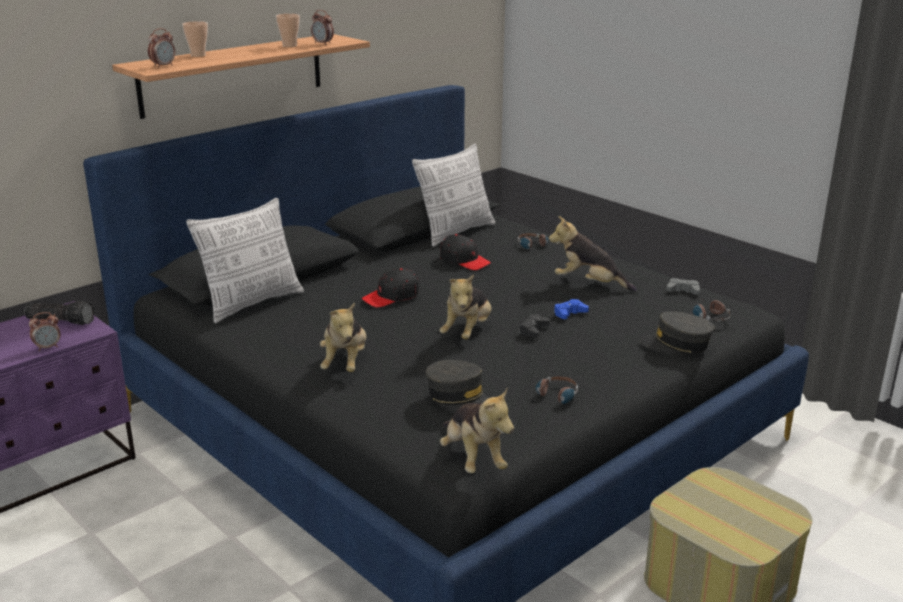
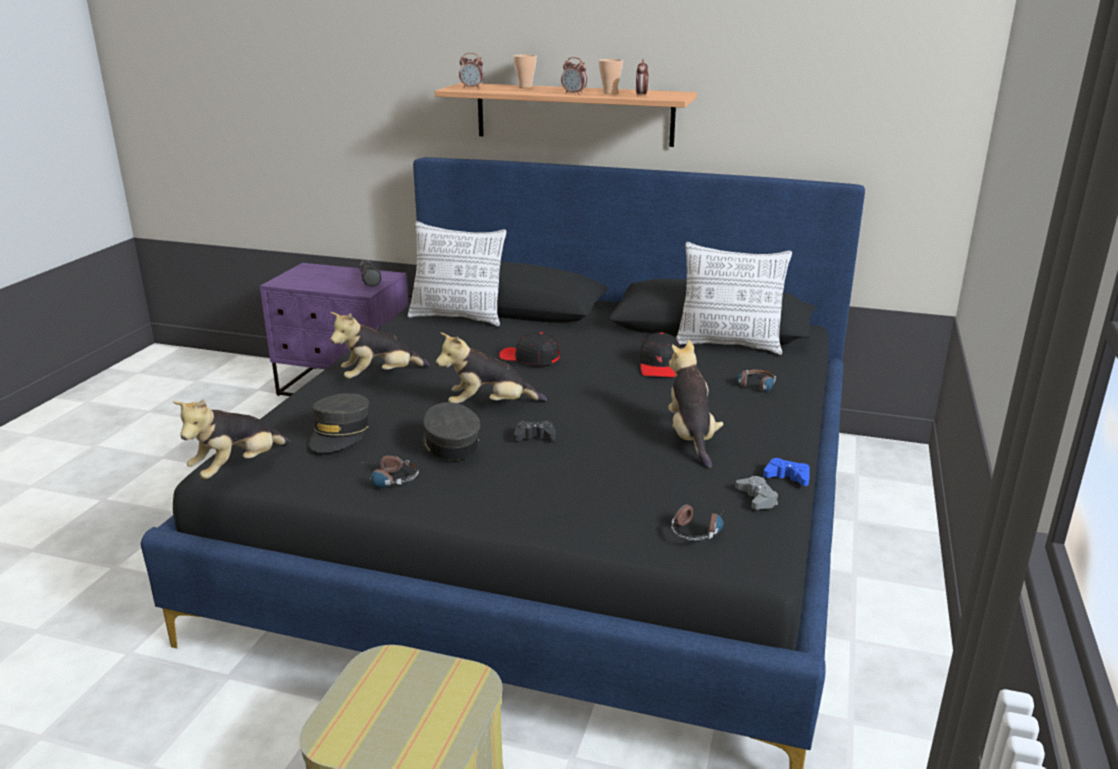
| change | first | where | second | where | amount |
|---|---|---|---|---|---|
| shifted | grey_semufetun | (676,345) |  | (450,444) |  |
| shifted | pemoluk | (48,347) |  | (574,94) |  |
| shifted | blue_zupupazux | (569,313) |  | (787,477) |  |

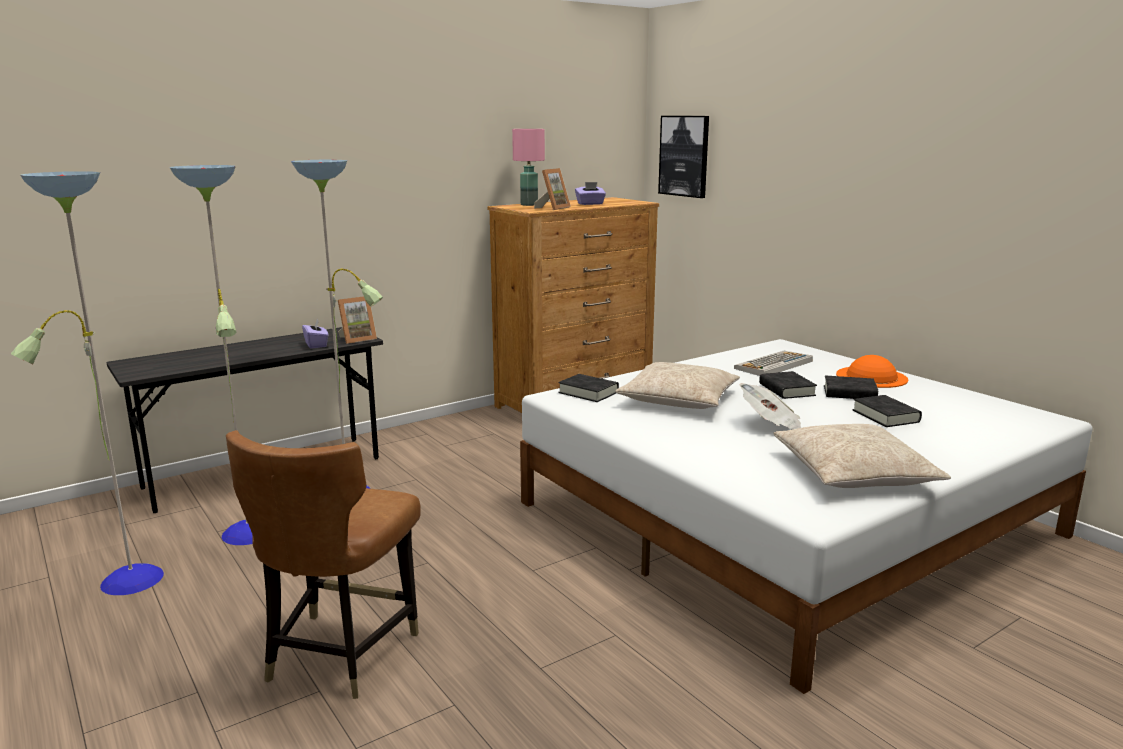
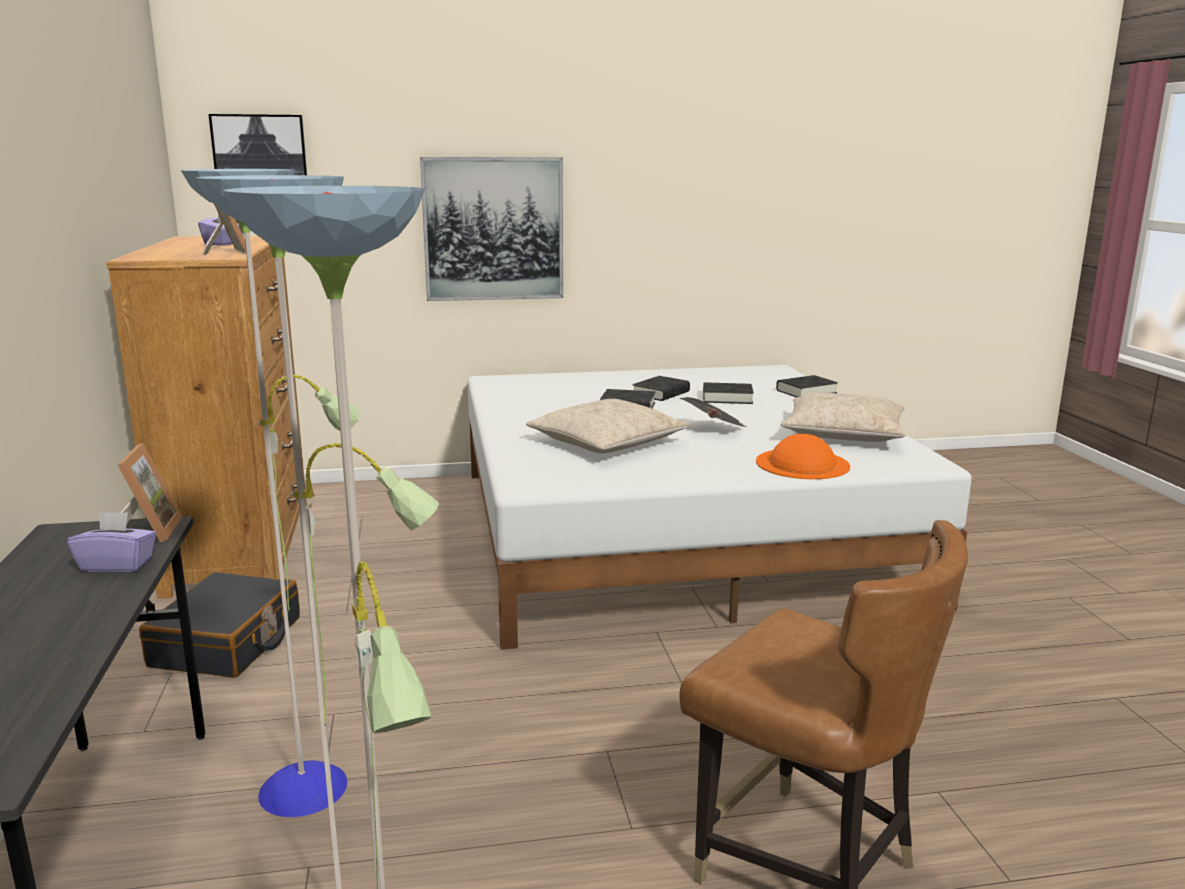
| change | first | where | second | where | amount |
|---|---|---|---|---|---|
| new |  |  | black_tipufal | (227,643) |  |
| new |  |  | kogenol | (493,229) |  |
| shifted | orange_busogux | (871,377) |  | (802,464) |  |
| shifted | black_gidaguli | (588,392) |  | (806,392) |  |
| gone | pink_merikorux | (529,205) |  |  |  |
| gone | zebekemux | (773,365) |  |  |  |

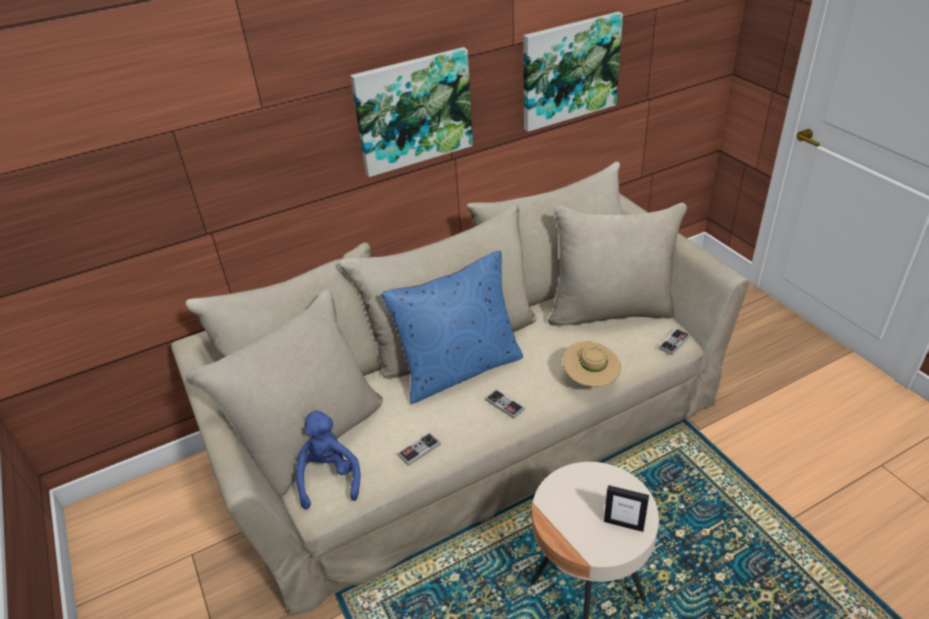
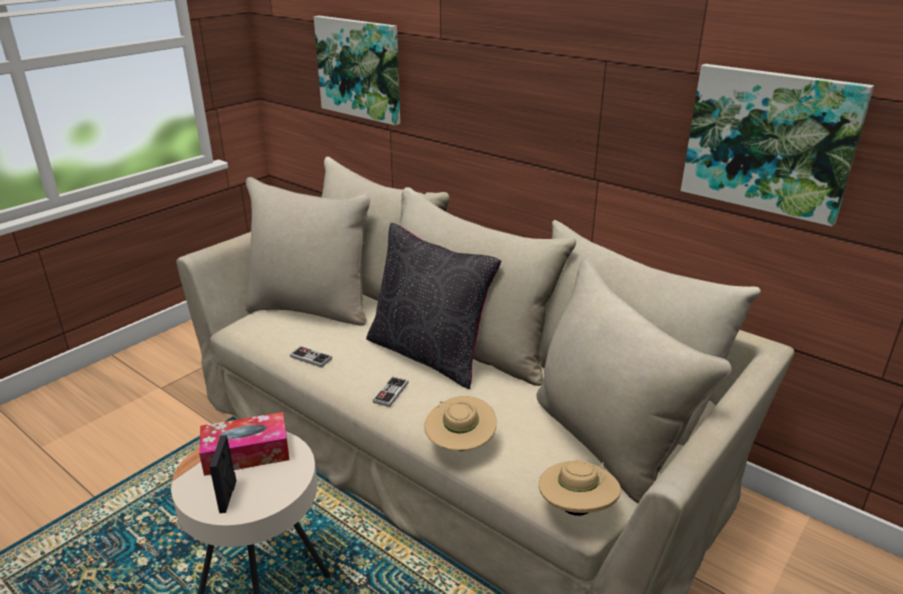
| change | first | where | second | where | amount |
|---|---|---|---|---|---|
| new |  |  | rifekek | (246,453) |  |
| shifted | kogenol | (413,111) |  | (360,69) |  |
| repainted | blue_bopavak | (459,369) | black_bopavak | (429,354) |  |
| swapped | zupupazux | (674,342) | beige_busogux | (576,508) |  |
| gone | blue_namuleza | (327,477) |  |  |  |

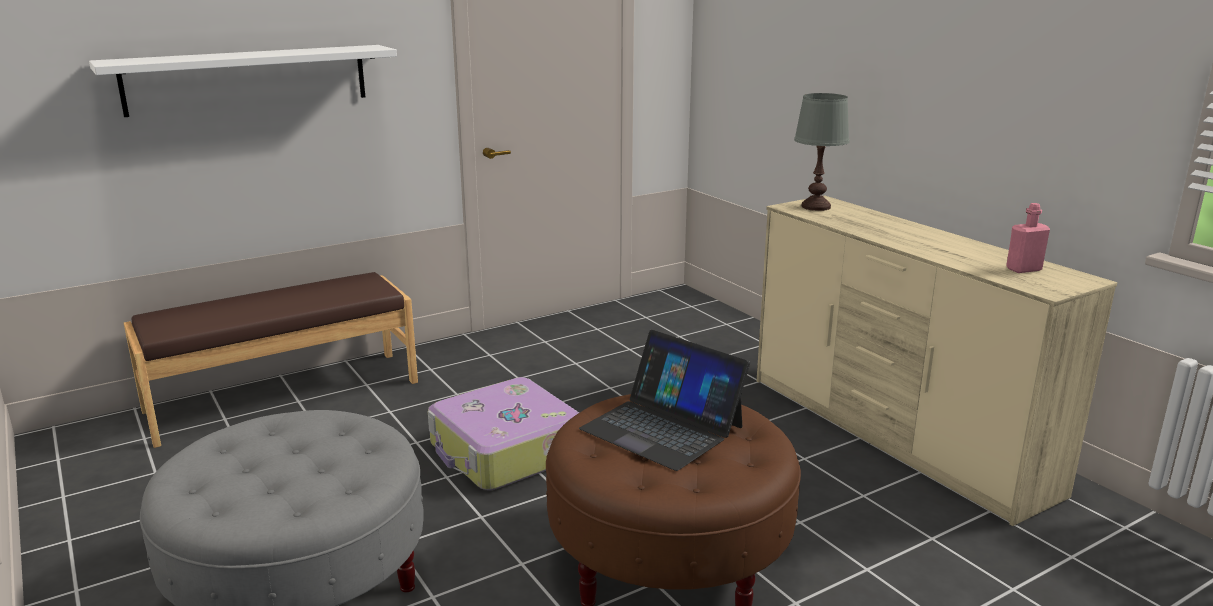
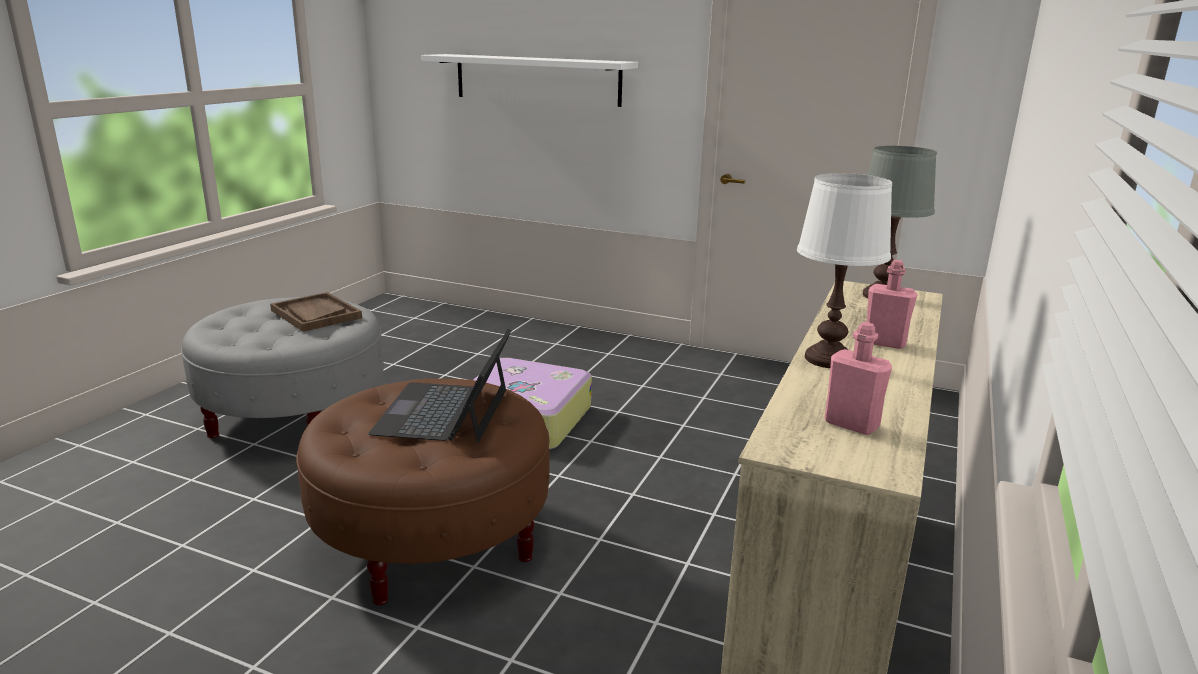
| change | first | where | second | where | amount |
|---|---|---|---|---|---|
| new |  |  | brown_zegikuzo | (315,314) |  |
| new |  |  | white_merikorux | (828,359) |  |
| new |  |  | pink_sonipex | (884,343) |  |
| gone | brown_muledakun | (283,395) |  |  |  |

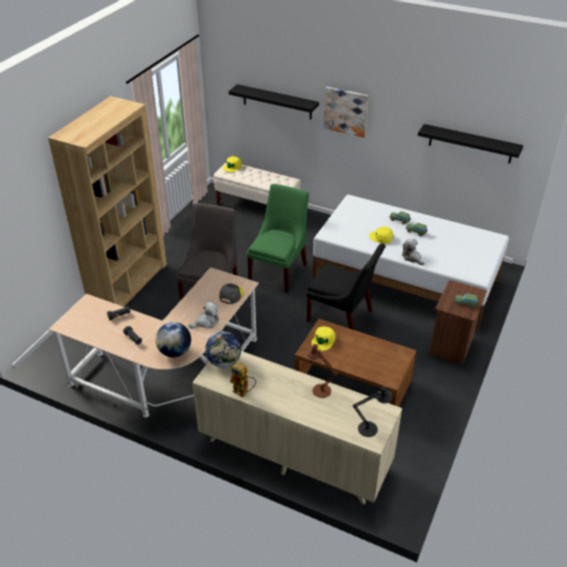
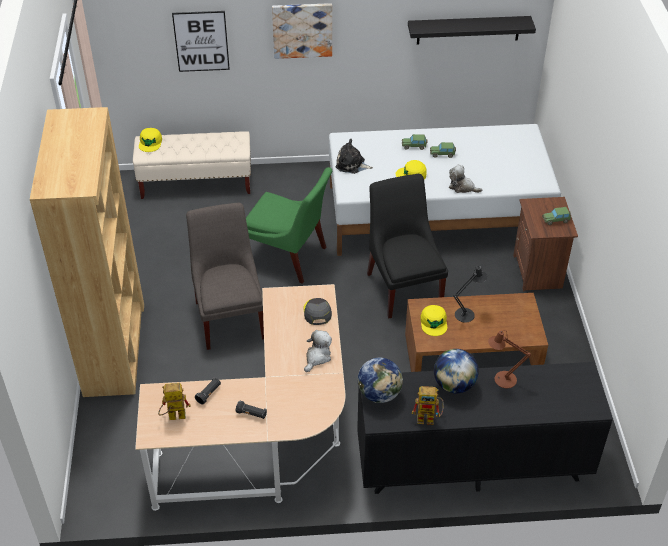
| change | first | where | second | where | amount |
|---|---|---|---|---|---|
| new |  |  | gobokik | (173,417) |  |
| swapped | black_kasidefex | (277,102) | kogenol | (201,41) |  |
| rotated | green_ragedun | (279,270) |  | (289,257) | 120 degrees clockwise |
| new |  |  | namuleza | (352,165) |  |
| repainted | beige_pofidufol | (293,453) | black_pofidufol | (472,463) |  |
| rotated | black_ragedun | (342,317) |  | (404,286) | 105 degrees counterclockwise |
| shifted | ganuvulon | (175,352) |  | (454,385) |  |
| shifted | black_merikorux | (370,429) |  | (467,313) |  |

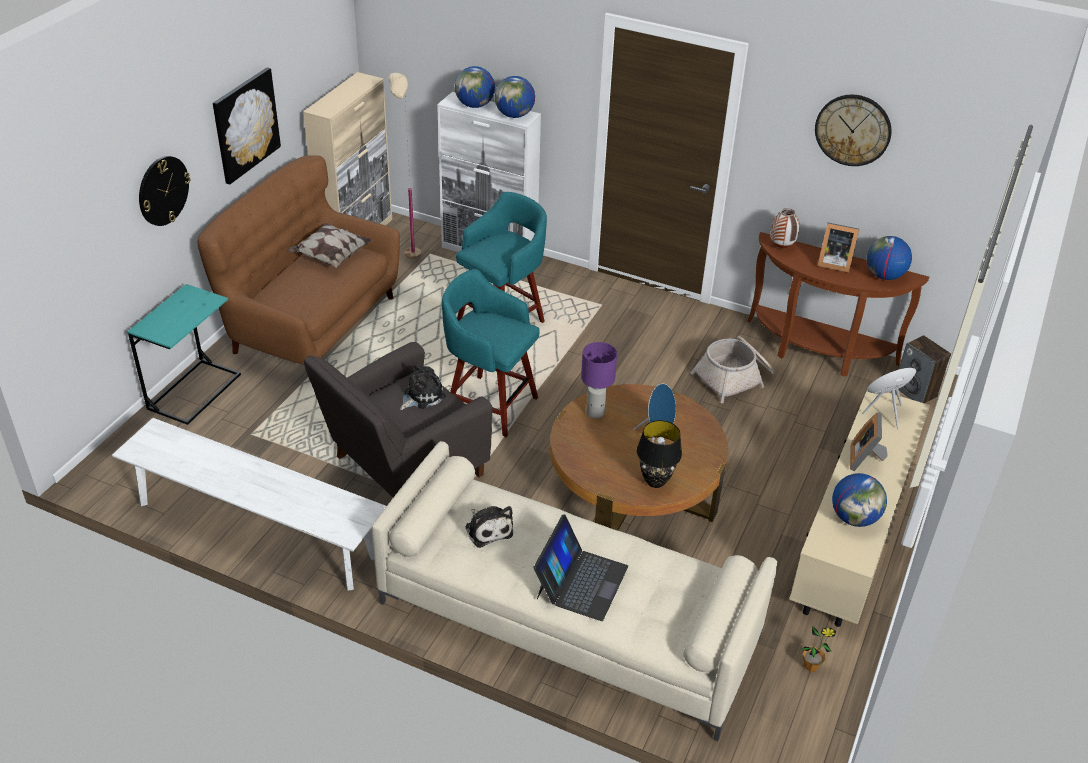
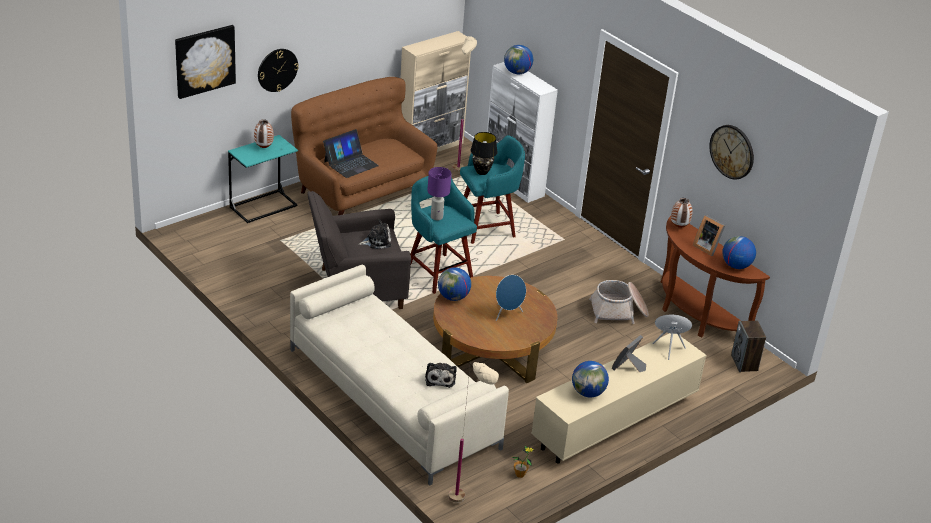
| change | first | where | second | where | amount |
|---|---|---|---|---|---|
| shifted | kogenol | (245,125) |  | (204,60) |  |
| new |  |  | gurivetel | (264,148) |  |
| shifted | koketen | (581,581) |  | (350,163) |  |
| shifted | namuleza | (488,529) |  | (440,378) |  |
| shifted | purple_merikorux | (595,412) |  | (437,217) |  |
| shifted | ganuvulon | (514,115) |  | (453,297) |  |
| new |  |  | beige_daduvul | (465,508) |  |
| shifted | black_merikorux | (655,481) |  | (482,172) |  |
| gone | white_muledakun | (256,530) |  |  |  |
| gone | bopavak | (330,257) |  |  |  |

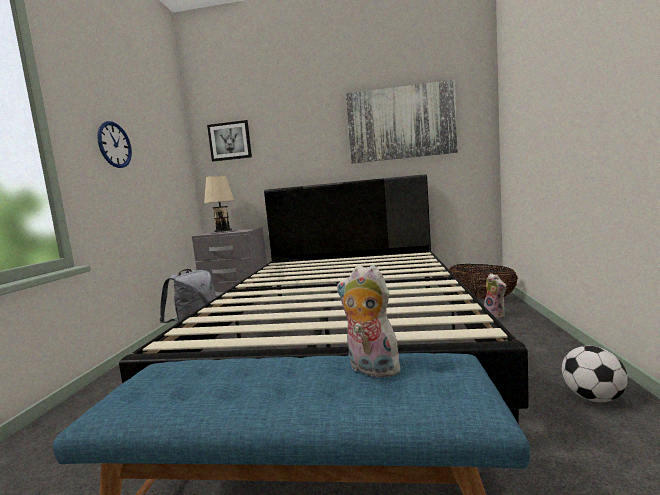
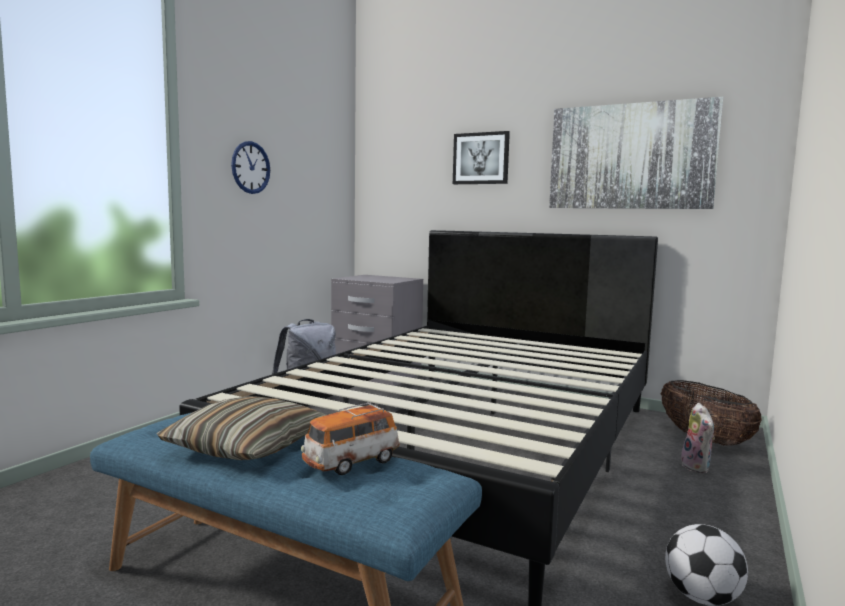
| change | first | where | second | where | amount |
|---|---|---|---|---|---|
| new |  |  | bopavak | (247,446) |  |
| swapped | namuleza | (370,369) | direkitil | (351,462) |  |
| shifted | kogenol | (230,141) |  | (481,158) |  |
| gone | beige_merikorux | (223,231) |  |  |  |

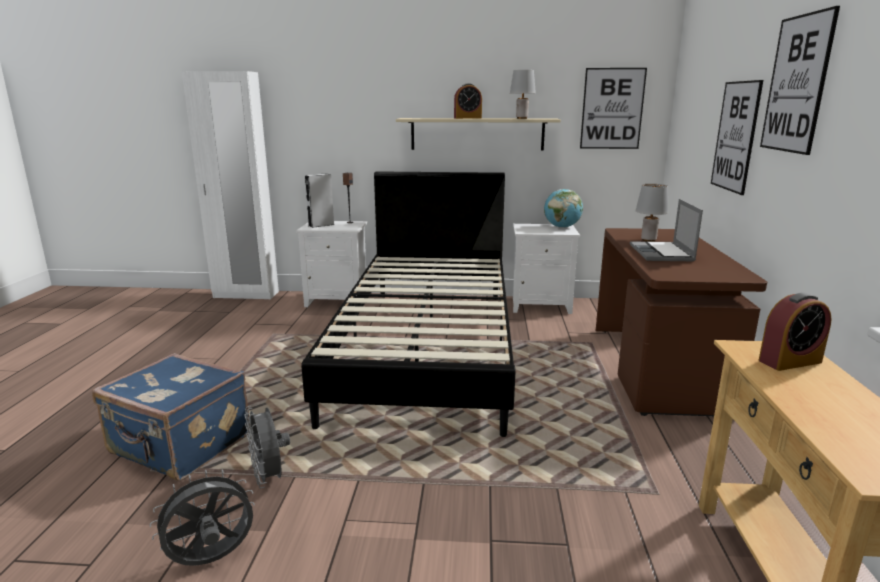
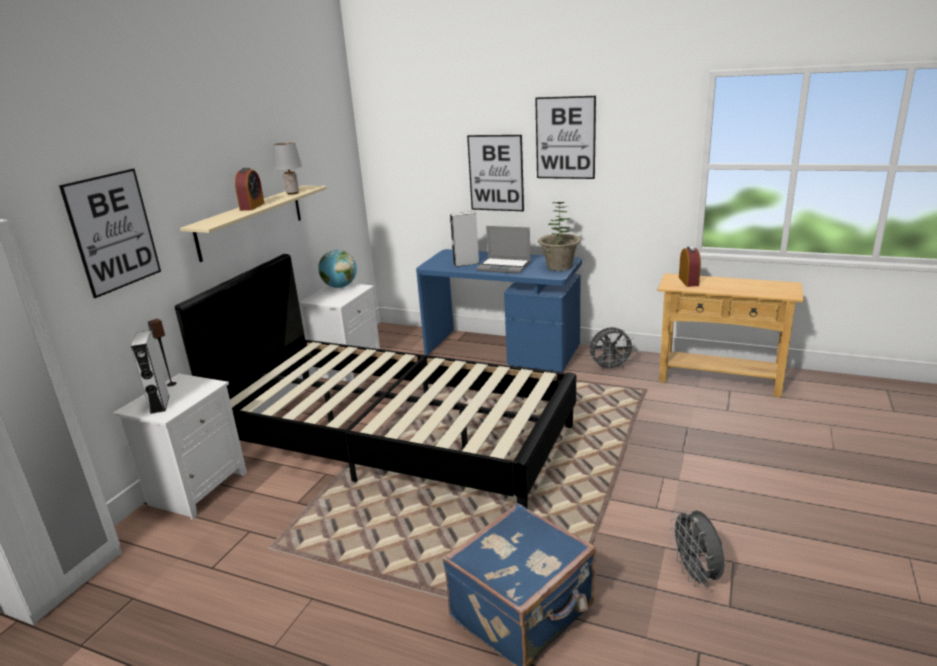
| change | first | where | second | where | amount |
|---|---|---|---|---|---|
| shifted | kogenol | (612,109) |  | (113,232) |  |
| repainted | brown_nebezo | (657,369) | blue_nebezo | (503,351) |  |
| swapped | grey_merikorux | (648,240) | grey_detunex | (466,263) |  |
| new |  |  | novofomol | (559,267) |  |
| shifted | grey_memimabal | (269,478) |  | (610,368) |  |

